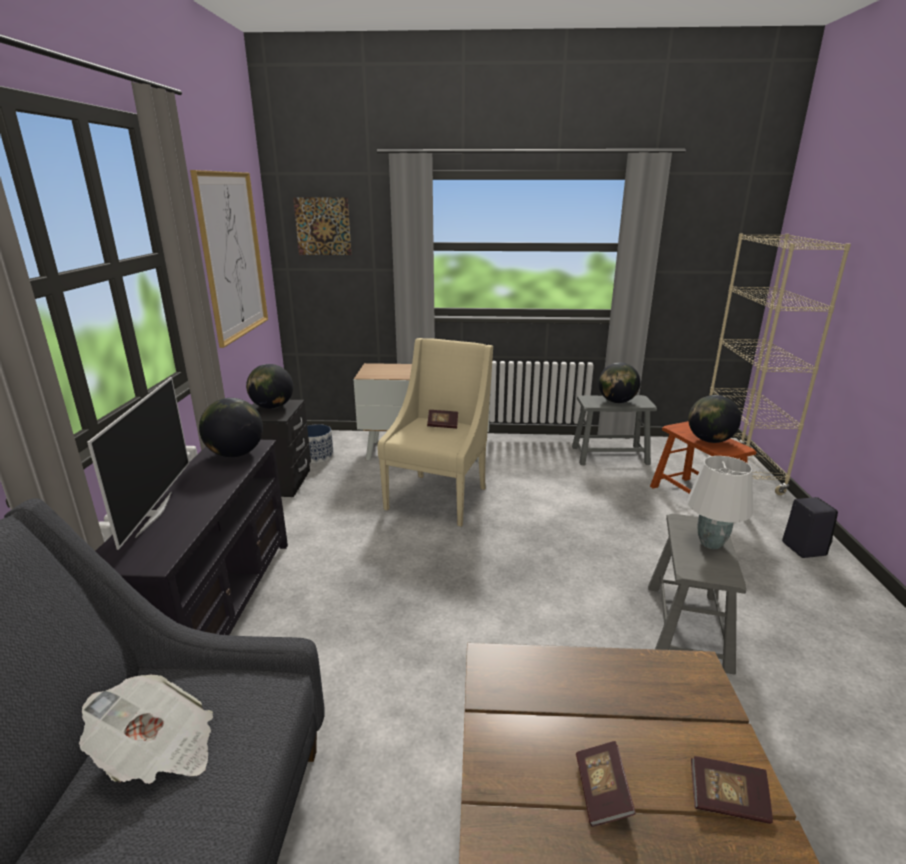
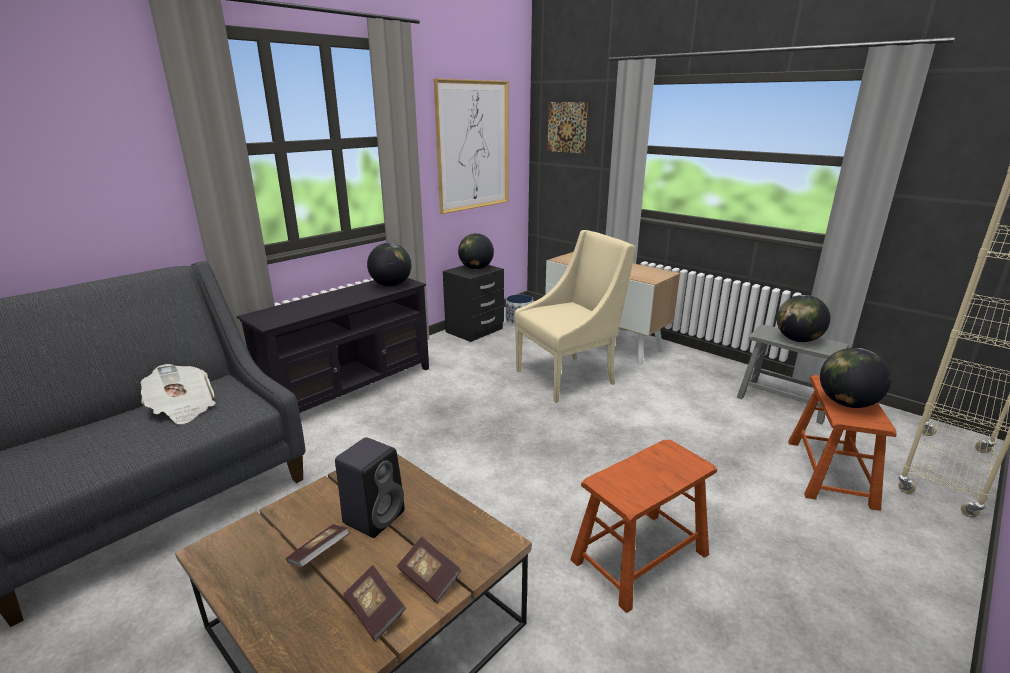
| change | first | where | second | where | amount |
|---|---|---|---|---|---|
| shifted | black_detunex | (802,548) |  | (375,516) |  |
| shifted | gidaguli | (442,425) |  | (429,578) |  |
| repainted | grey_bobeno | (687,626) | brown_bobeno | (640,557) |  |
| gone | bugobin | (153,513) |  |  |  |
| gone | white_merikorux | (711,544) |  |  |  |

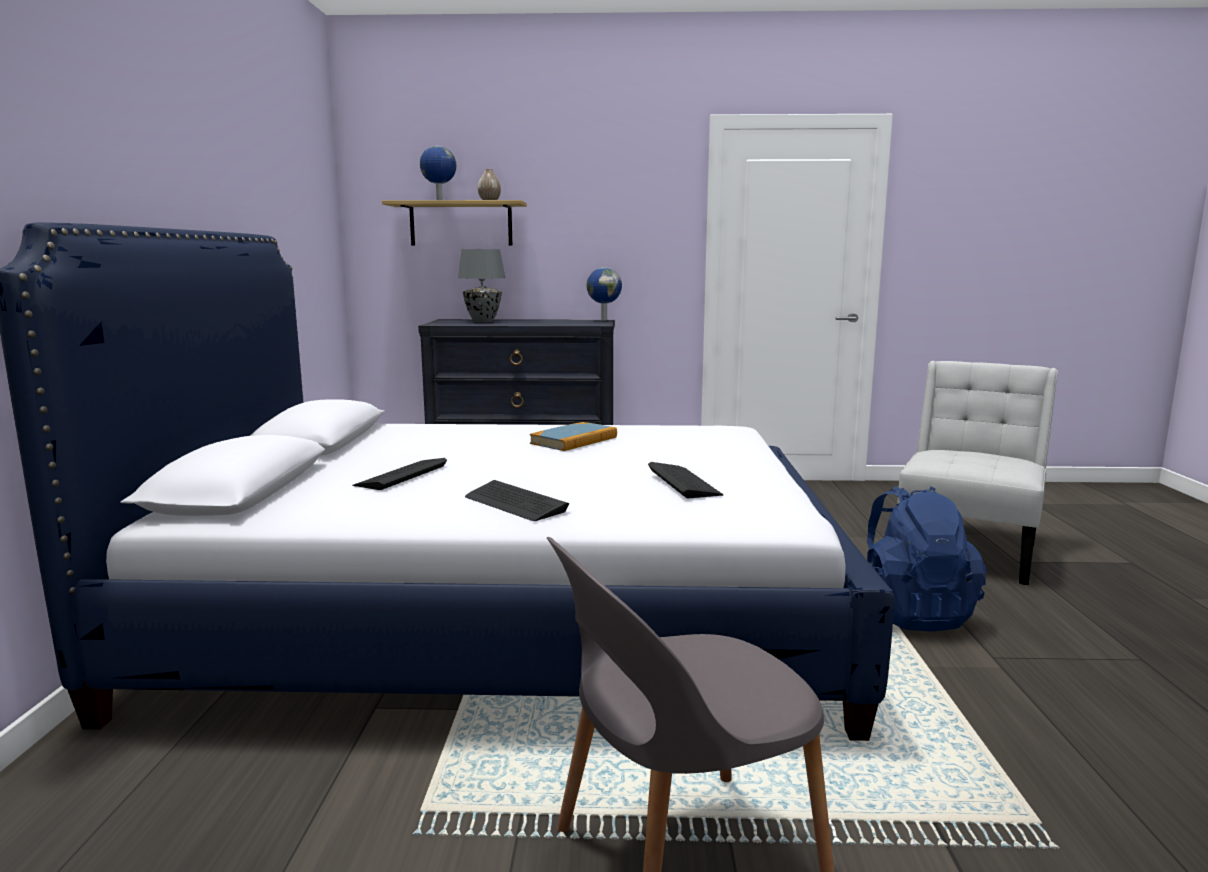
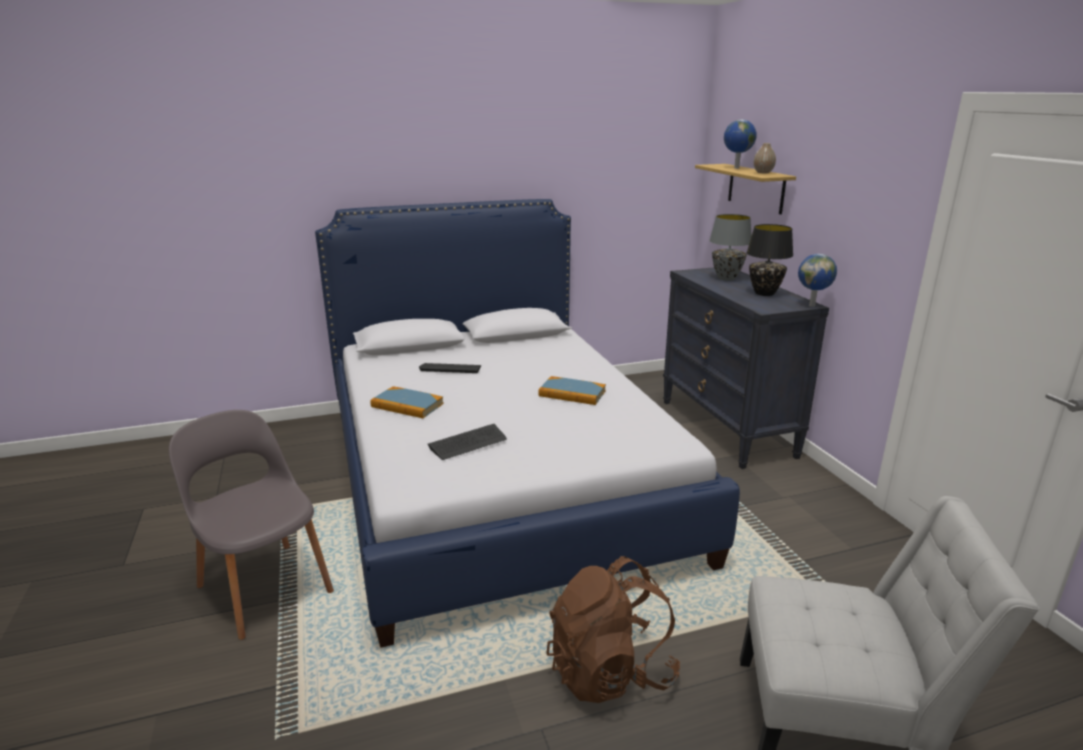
| change | first | where | second | where | amount |
|---|---|---|---|---|---|
| swapped | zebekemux | (515,503) | gidaguli | (407,405) |  |
| repainted | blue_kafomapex | (910,613) | brown_kafomapex | (610,672) |  |
| new |  |  | black_merikorux | (765,293) |  |

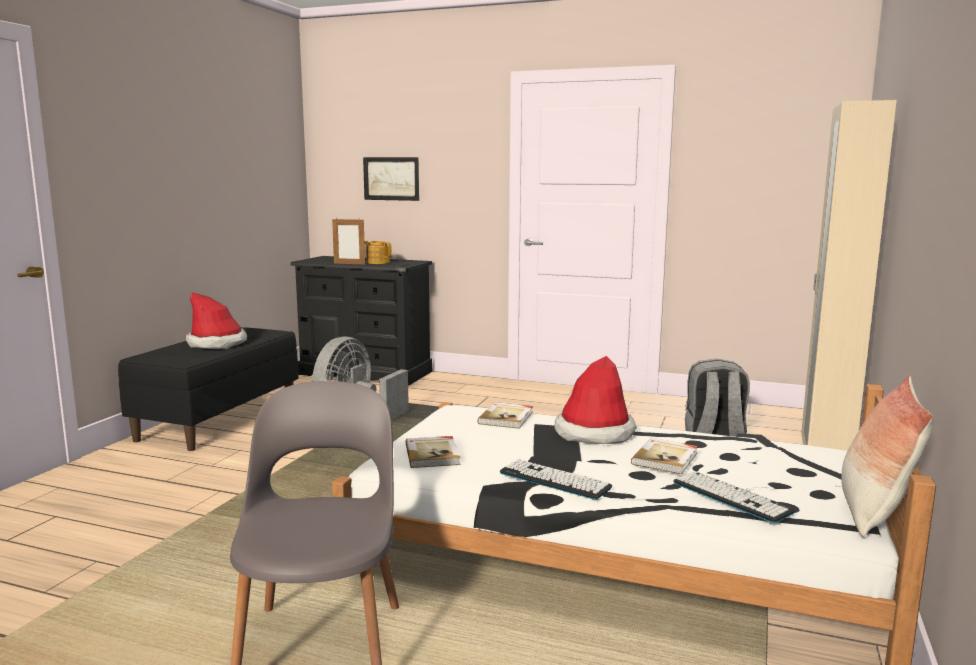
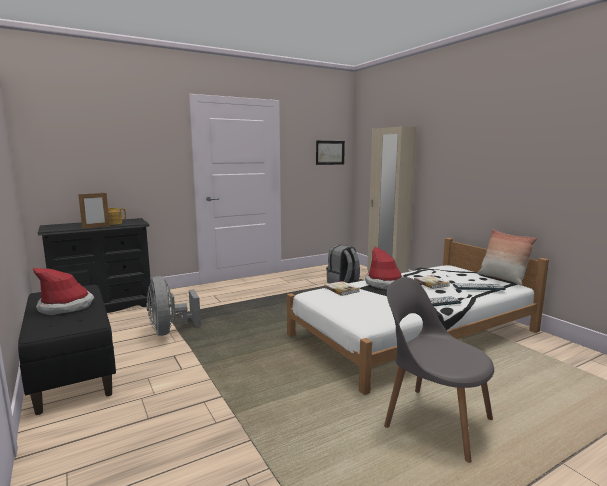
| change | first | where | second | where | amount |
|---|---|---|---|---|---|
| shifted | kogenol | (391,178) |  | (330,152) |  |
| gone | gidaguli | (433,454) |  |  |  |

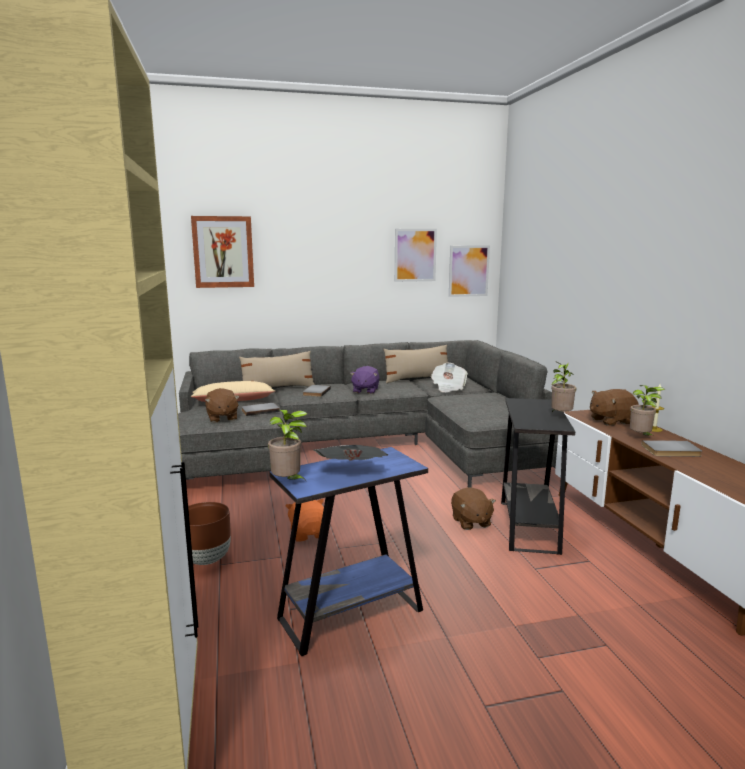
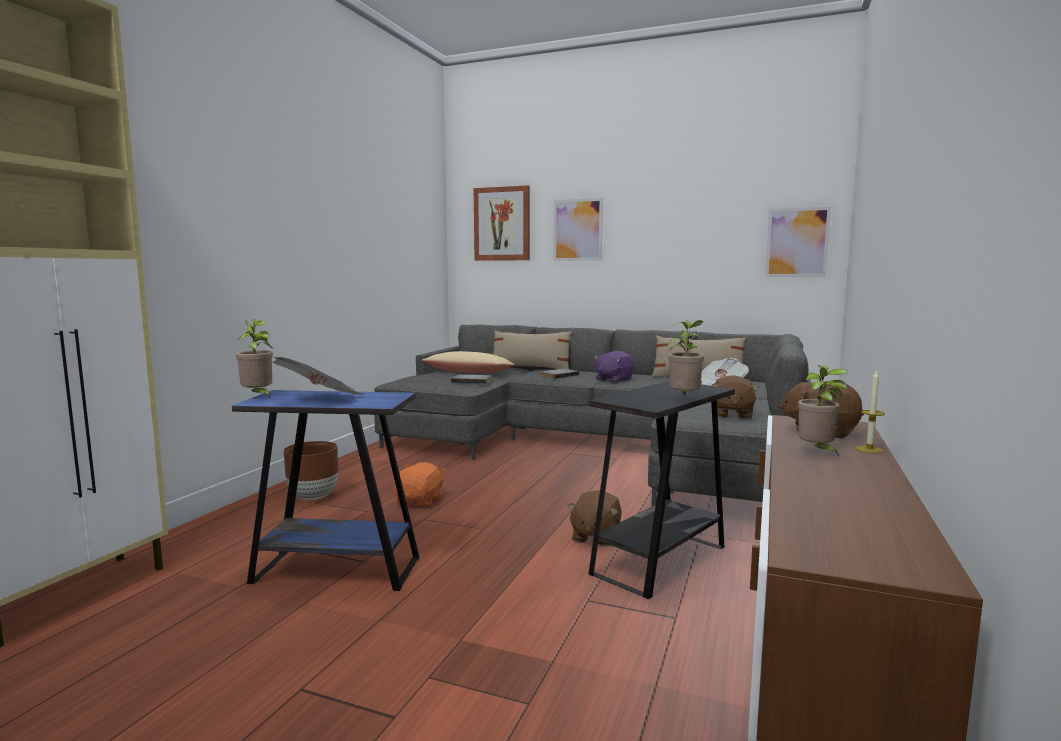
| change | first | where | second | where | amount |
|---|---|---|---|---|---|
| shifted | kogenol | (415,255) |  | (577,230) |  |
| shifted | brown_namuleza | (222,418) |  | (731,415) |  |
| gone | grey_gidaguli | (671,451) |  |  |  |

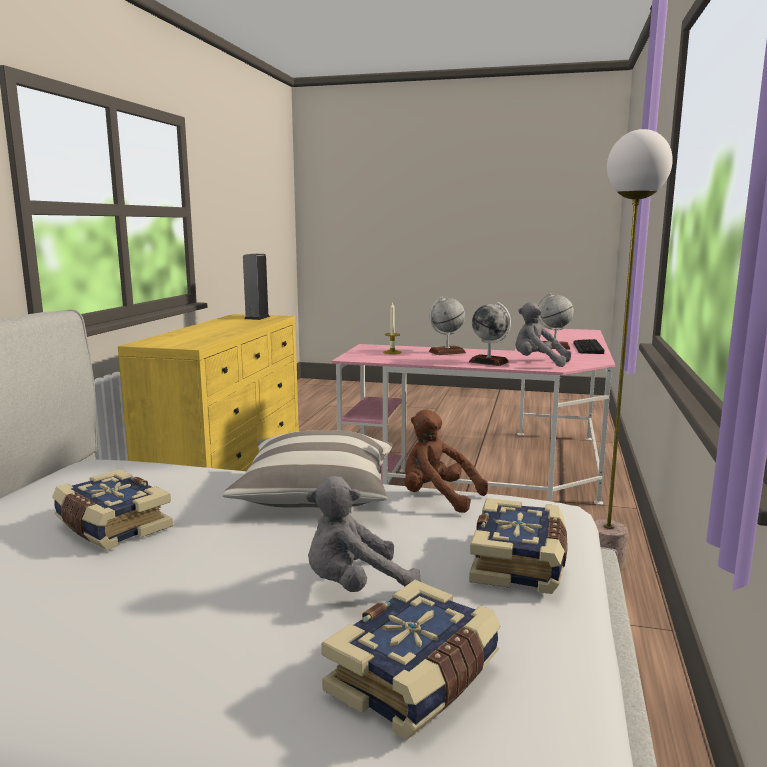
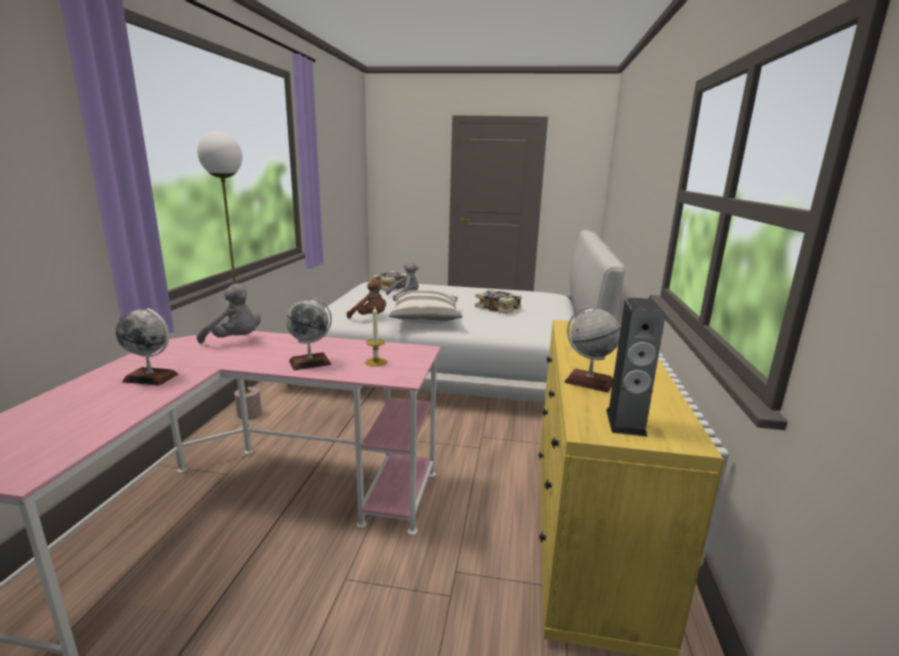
| change | first | where | second | where | amount |
|---|---|---|---|---|---|
| shifted | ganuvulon | (489,362) |  | (589,382) |  |
| gone | gidaguli | (520,563) |  |  |  |
| gone | zebekemux | (587,347) |  |  |  |

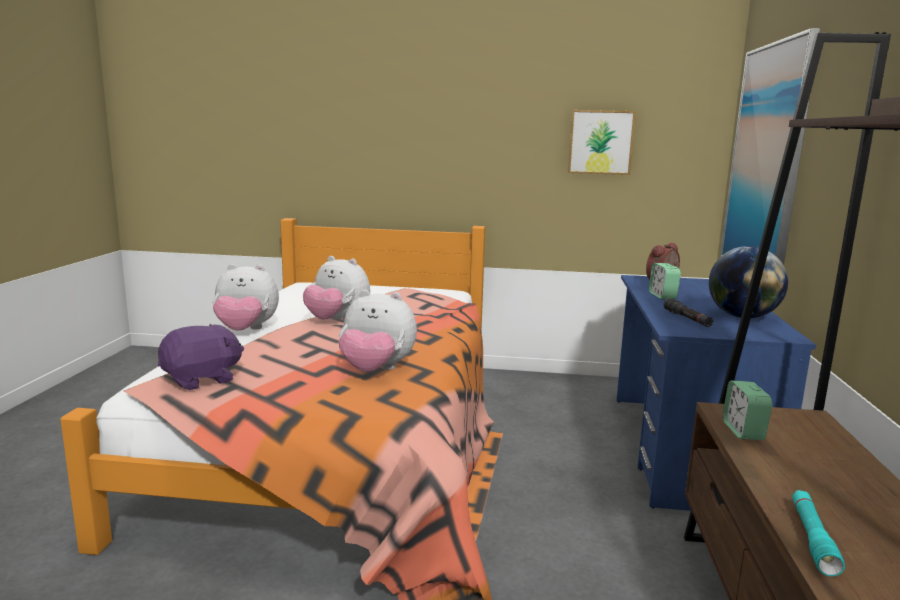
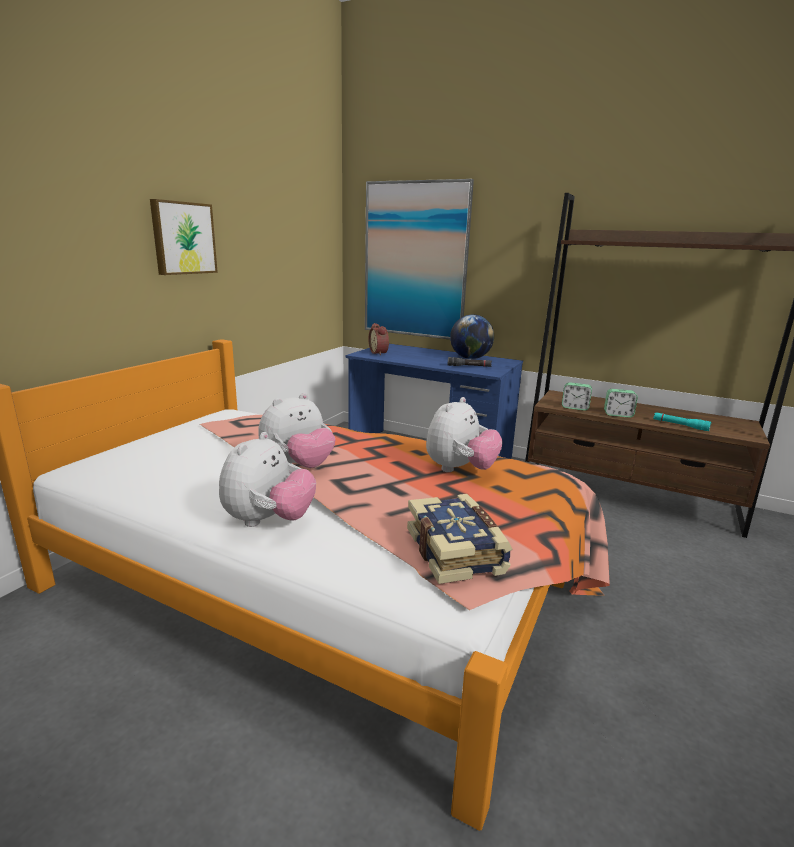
| change | first | where | second | where | amount |
|---|---|---|---|---|---|
| shifted | kogenol | (600,142) |  | (183,238) |  |
| swapped | purple_namuleza | (202,379) | gidaguli | (457,551) |  |
| shifted | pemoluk | (662,296) |  | (618,415) |  |

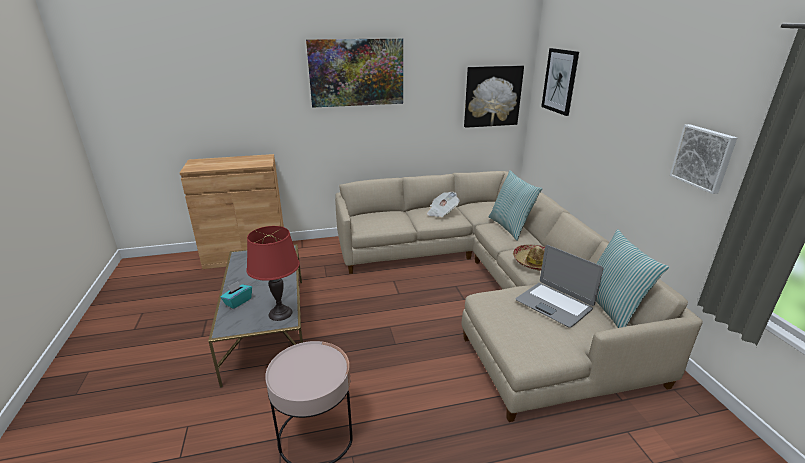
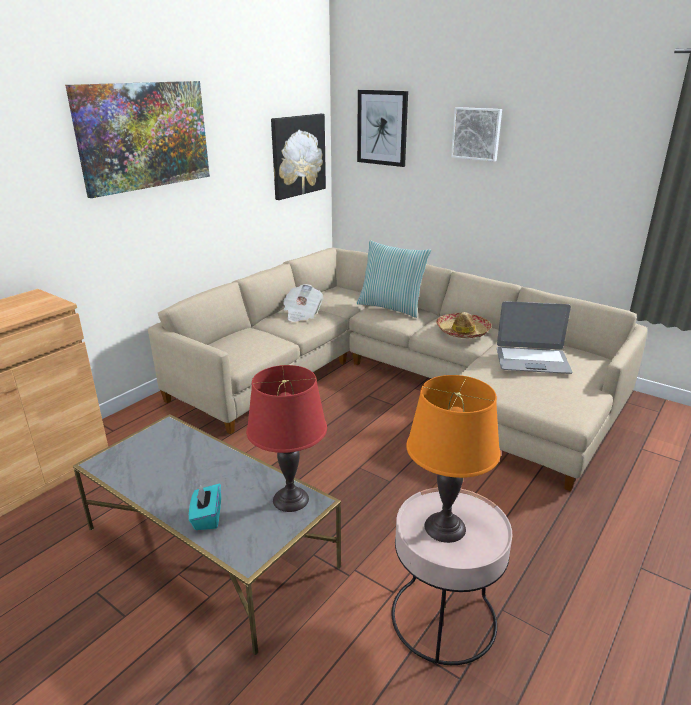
| change | first | where | second | where | amount |
|---|---|---|---|---|---|
| new |  |  | orange_merikorux | (445,527) |  |
| shifted | kogenol | (703,158) |  | (476,133) |  |
| gone | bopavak | (611,308) |  |  |  |

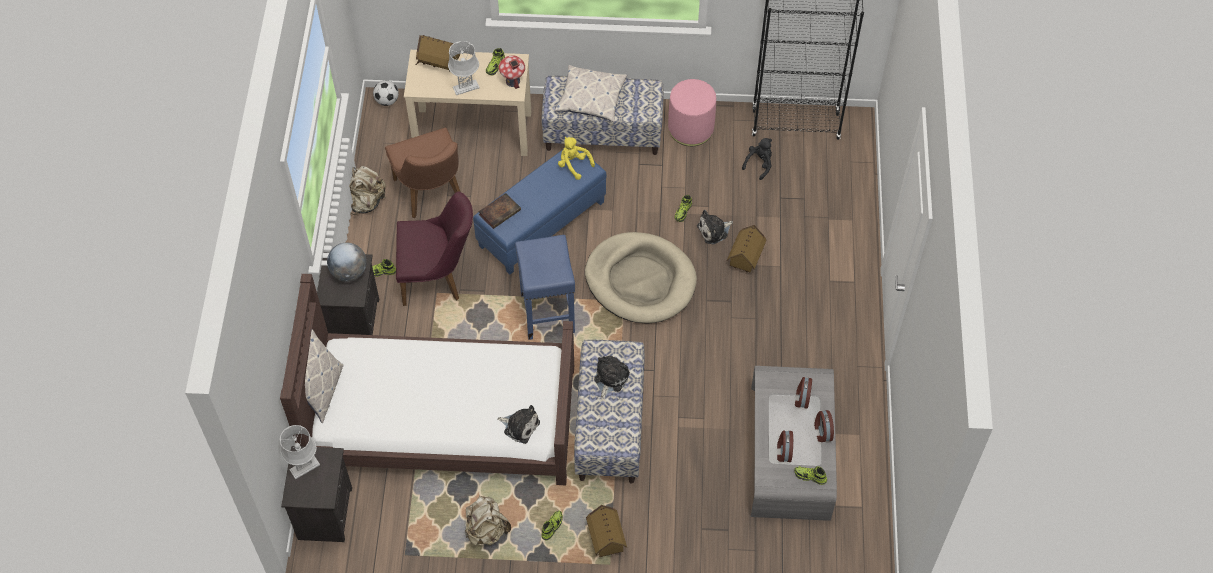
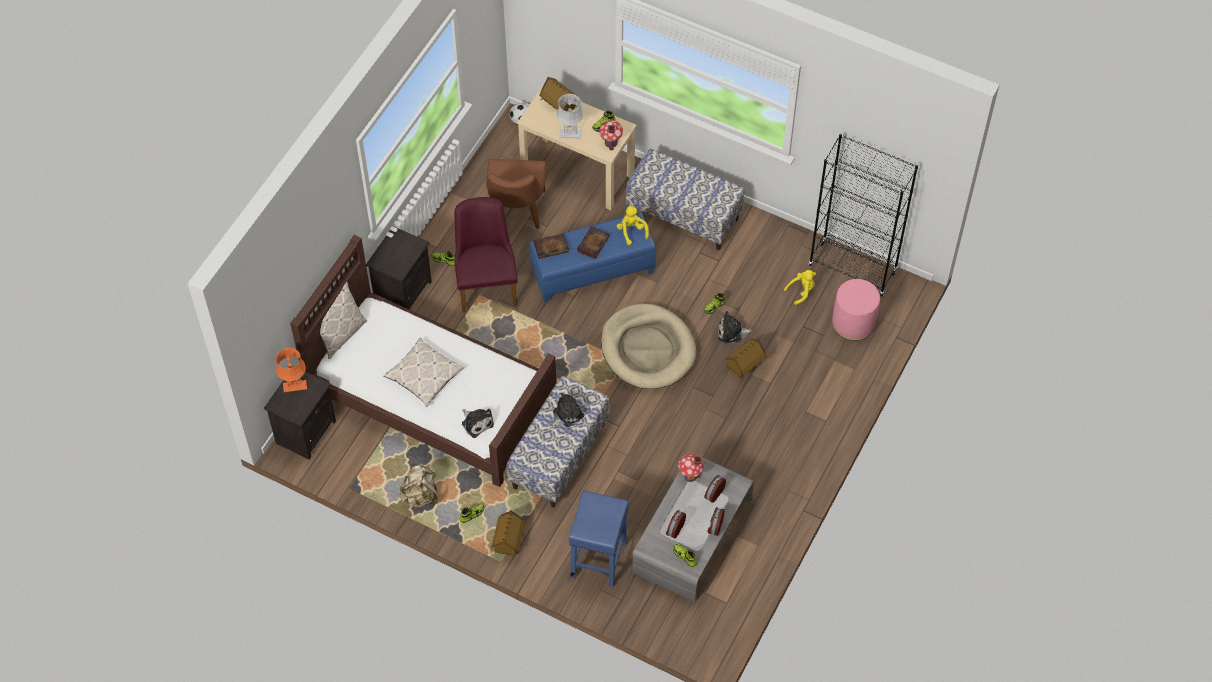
| change | first | where | second | where | amount |
|---|---|---|---|---|---|
| repainted | grey_merikorux | (304,467) | orange_merikorux | (294,386) |  |
| shifted | bopavak | (591,98) |  | (424,375) |  |
| rotated | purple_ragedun | (438,278) |  | (486,283) | 120 degrees counterclockwise |
| shifted | blue_bobeno | (547,312) |  | (598,558) |  |
| new |  |  | gidaguli | (593,243) |  |
| new |  |  | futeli | (690,476) |  |
| repainted | black_namuleza | (759,164) | yellow_namuleza | (801,291) |  |
| shifted | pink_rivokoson | (691,128) |  | (853,323) |  |
| gone | ganuvulon | (349,272) |  |  |  |
| gone | beige_kafomapex | (366,202) |  |  |  |

